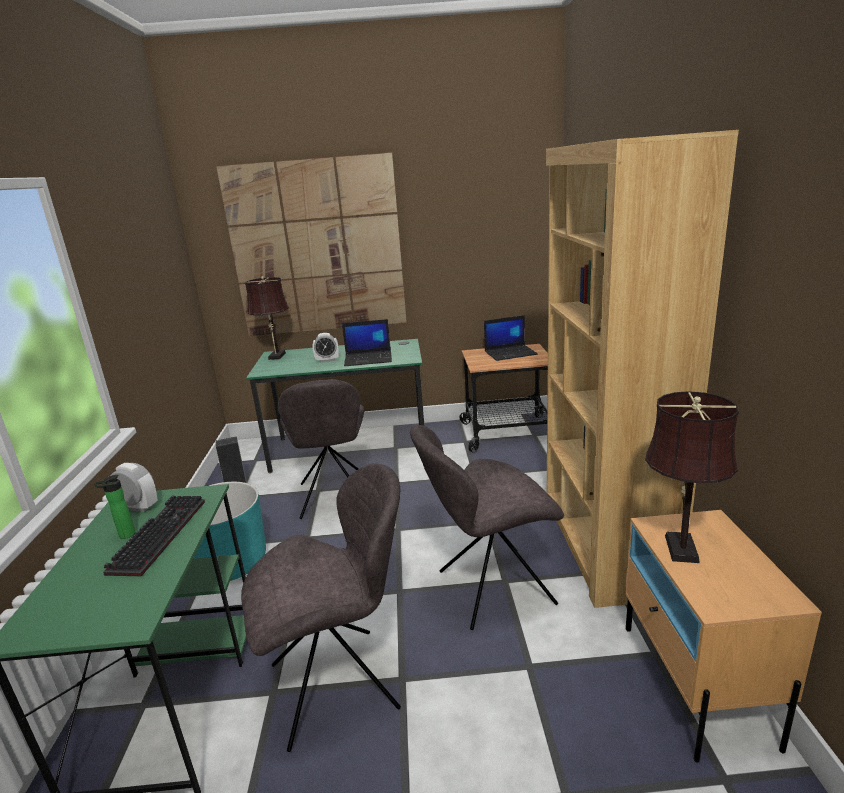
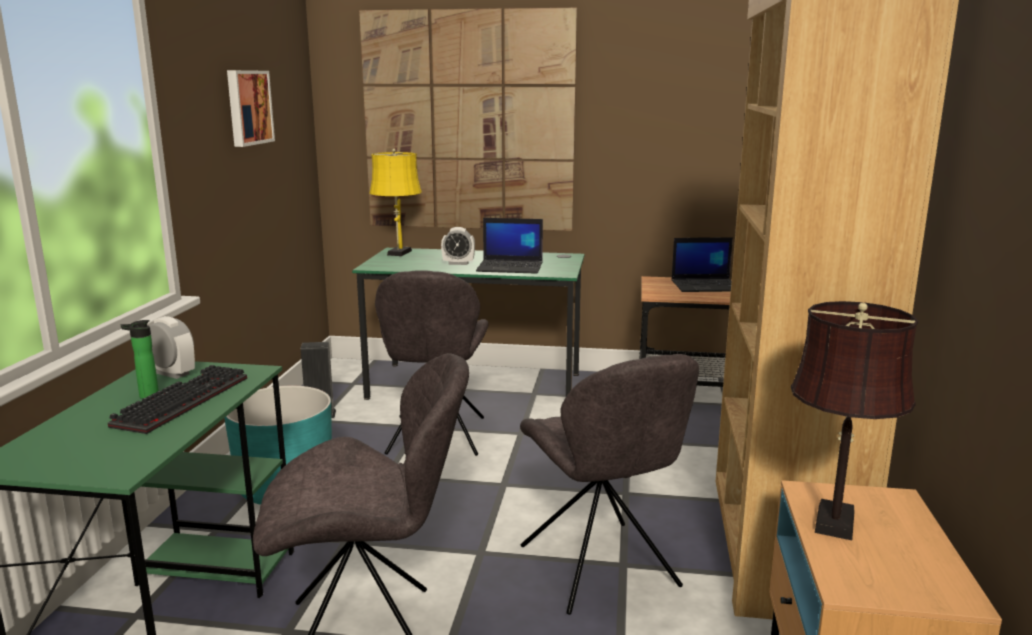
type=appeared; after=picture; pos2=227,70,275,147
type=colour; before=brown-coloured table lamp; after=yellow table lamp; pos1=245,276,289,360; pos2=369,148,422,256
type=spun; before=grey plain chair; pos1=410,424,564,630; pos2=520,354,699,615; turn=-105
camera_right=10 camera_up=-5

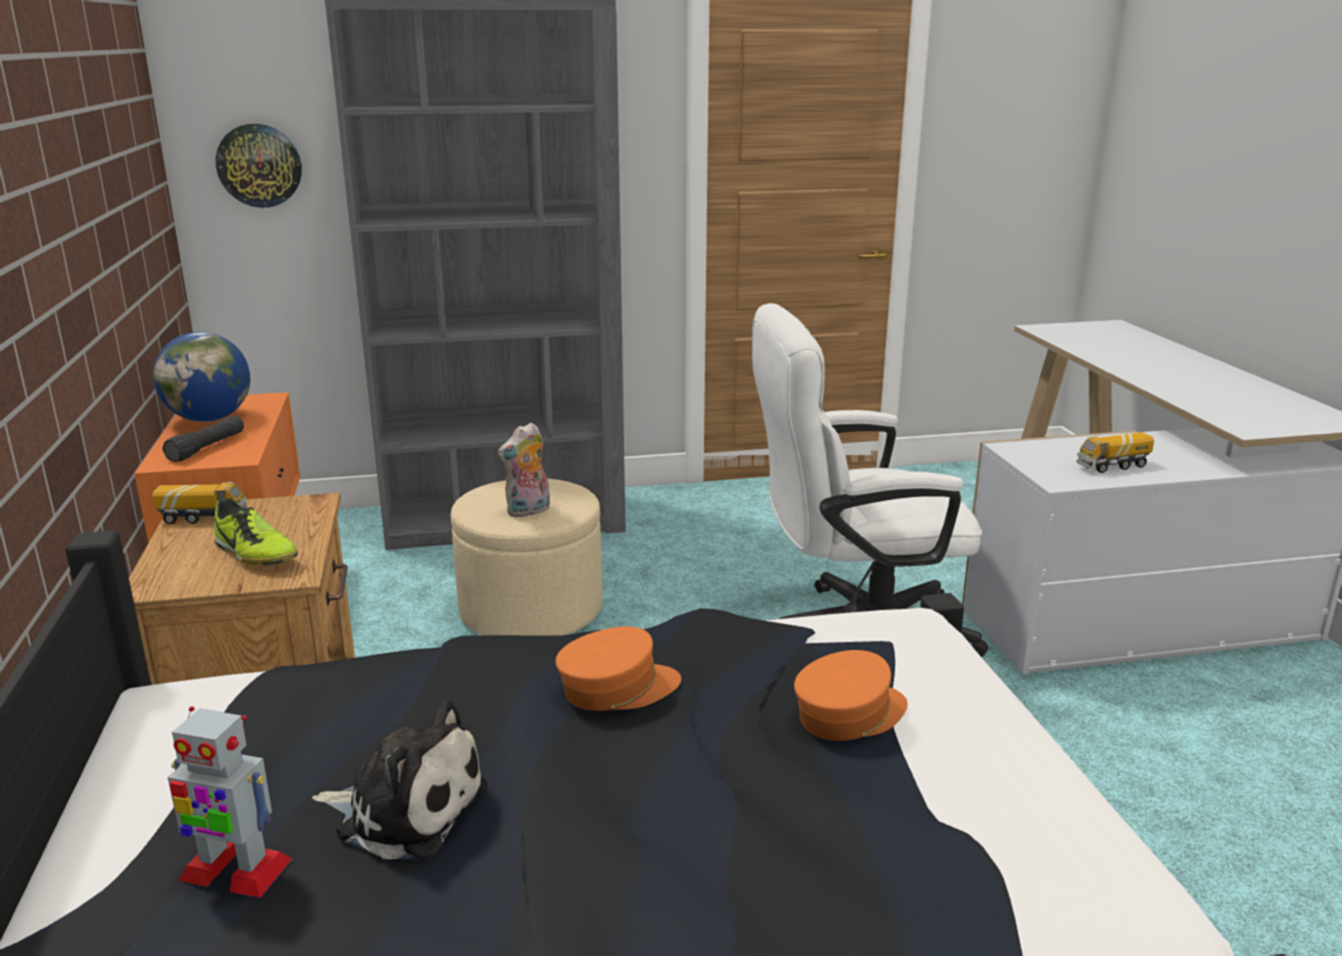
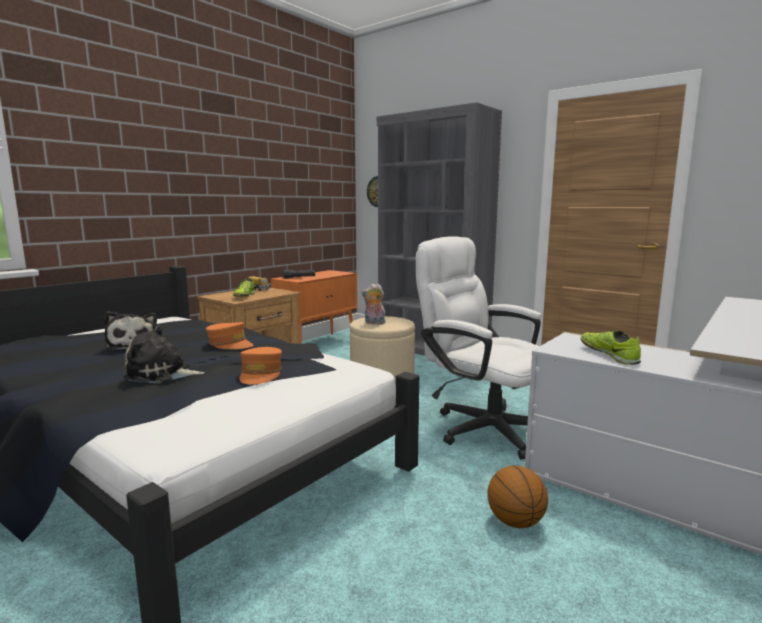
type=missing; before=globe; pos1=153,332,250,422
type=missing; before=toy robot; pos1=168,706,292,898
type=appeared; after=soft toy; pos2=123,325,205,383
type=appeared; after=ball for basketball; pos2=487,466,548,528
type=exchanged; before=toy lorry; after=low shoe; pos1=1076,432,1154,473; pos2=581,330,641,365
type=spun; before=orange cap; pos1=794,650,908,741; pos2=239,347,282,385; turn=75
camera_right=50 camera_up=-10

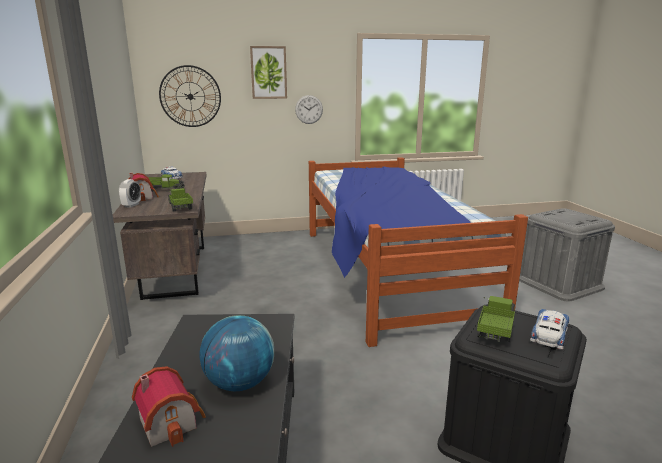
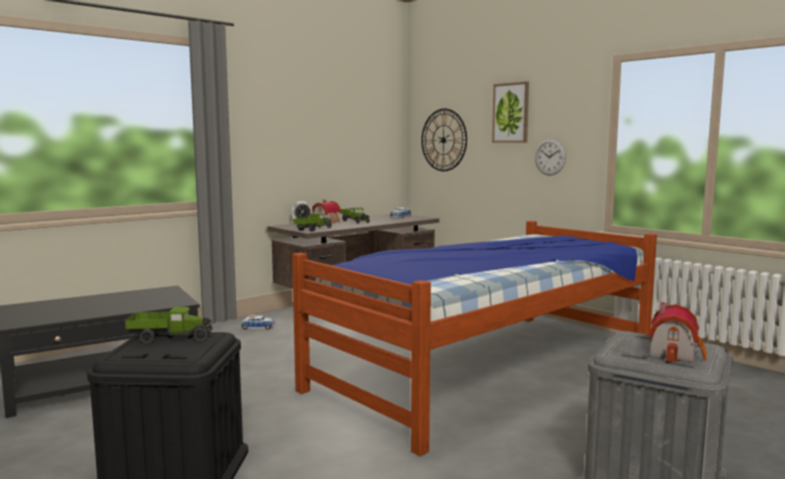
type=missing; before=globe; pos1=199,315,274,391
type=relocated; before=miniature house; pos1=132,366,206,447; pos2=648,302,707,363
type=relocated; before=miniature car; pos1=530,309,569,350; pos2=241,315,275,330
camera_right=60 camera_up=-10

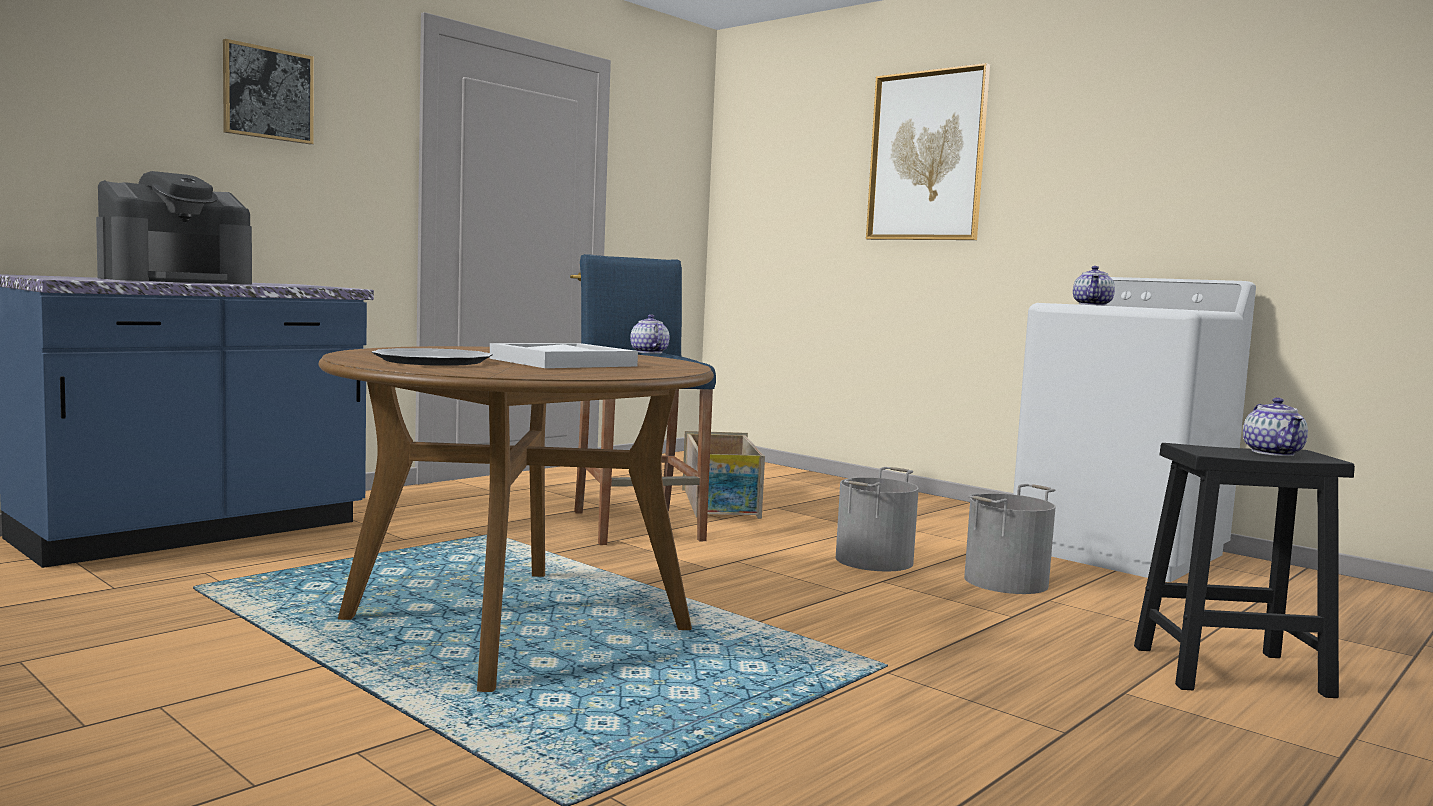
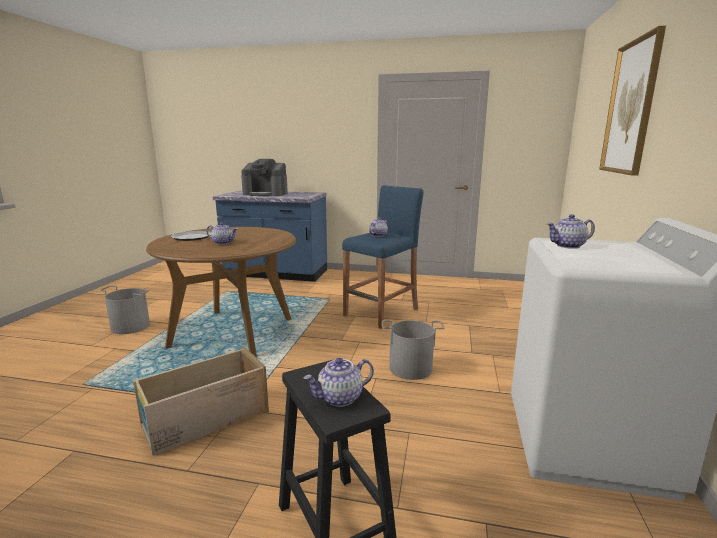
type=missing; before=picture; pos1=223,39,314,144
type=relocated; before=packing crate; pos1=682,431,765,519; pos2=133,346,269,456
type=relocated; before=grey bucket; pos1=964,484,1055,594; pos2=99,286,150,334
type=exchanged; before=whitish serving tray; after=teapot; pos1=490,343,638,368; pos2=207,222,237,245
camera_right=60 camera_up=10

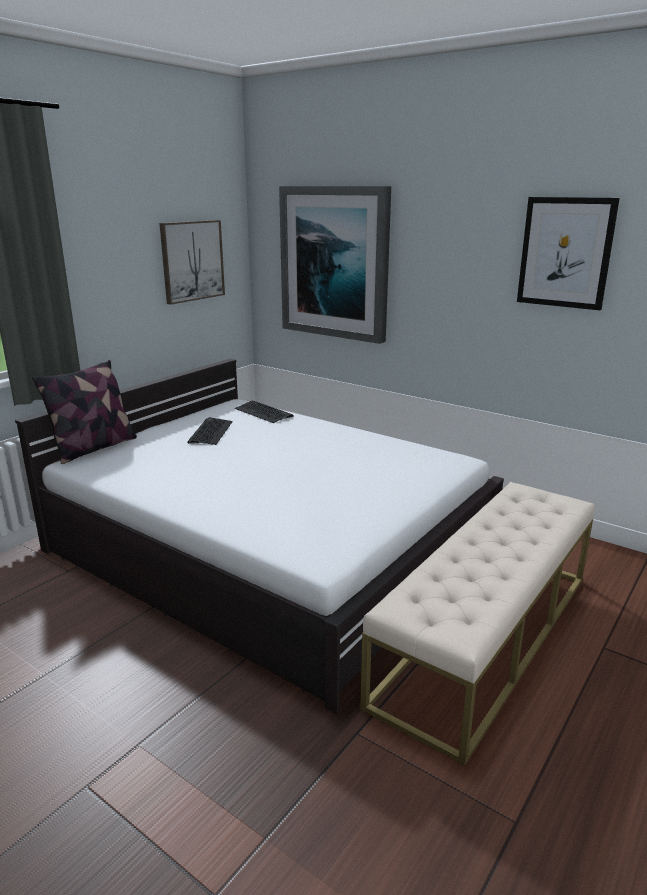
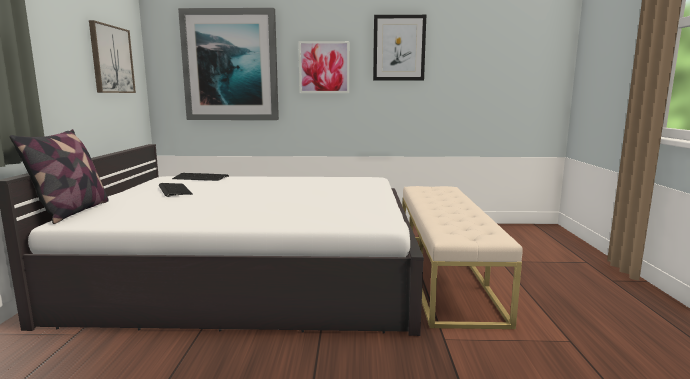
type=appeared; after=picture; pos2=298,41,349,93
camera_right=-35 camera_up=-10

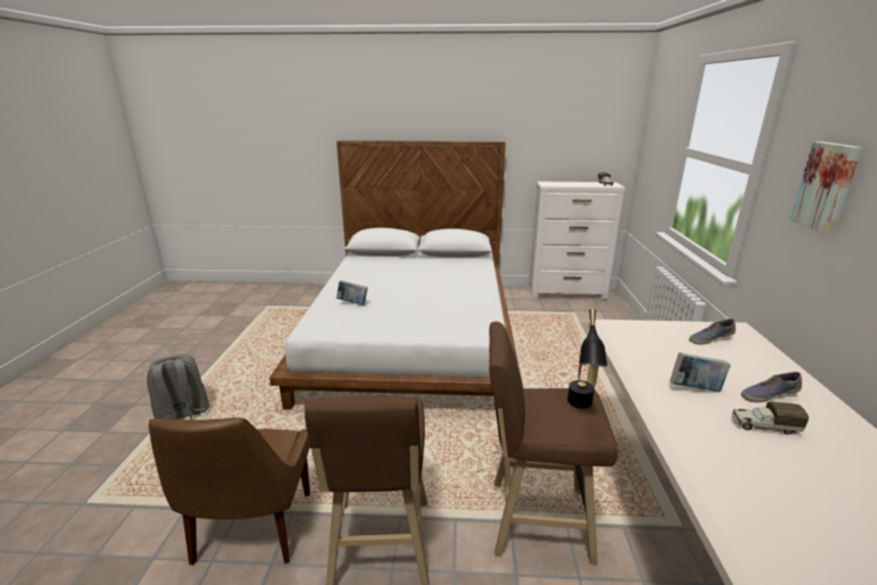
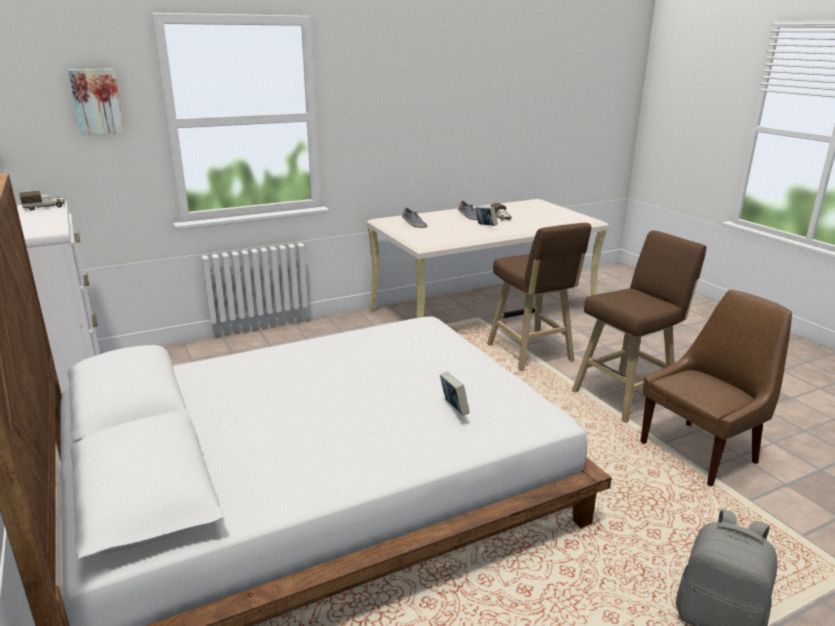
type=missing; before=black-coloured table lamp; pos1=567,309,607,409
type=relocated; before=picture; pos1=790,141,863,234; pos2=68,69,125,135
camera_right=-120 camera_up=0

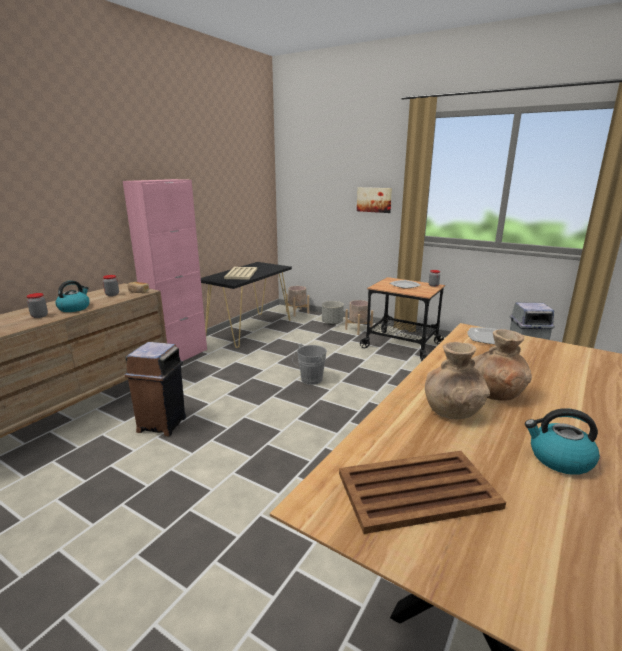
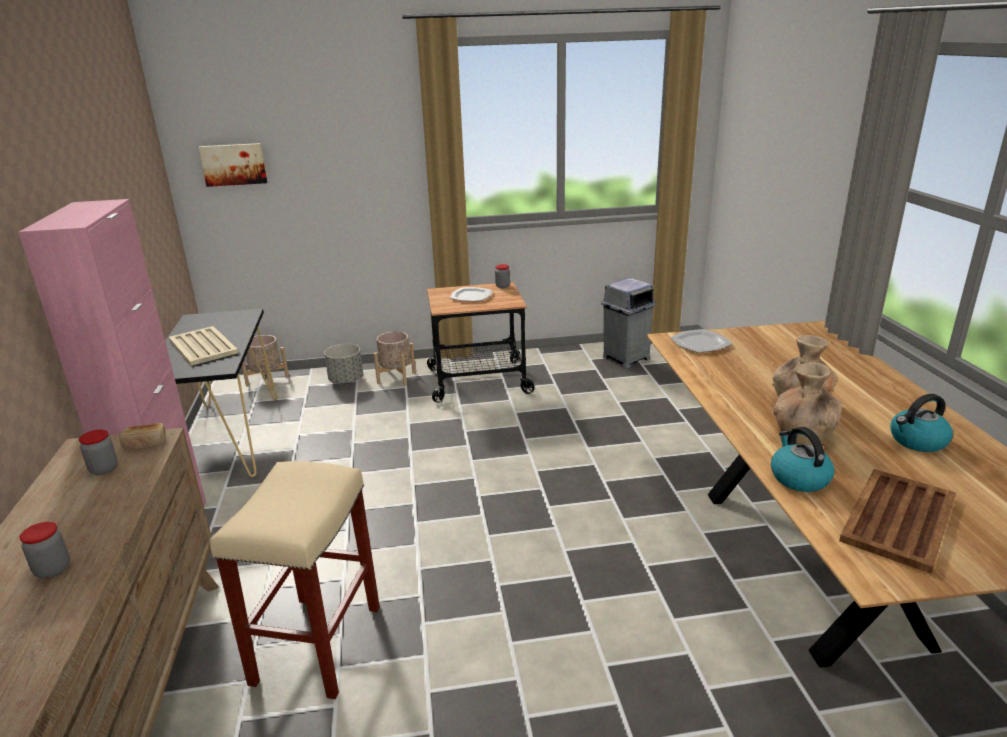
type=missing; before=grey bucket; pos1=292,344,327,385
type=relocated; before=tea kettle; pos1=55,280,90,312; pos2=771,427,834,492
type=relocated; before=picture; pos1=357,187,392,213; pos2=198,143,267,187
type=exchanged; before=brown-coloured trash can; after=beige sitting stool; pos1=125,342,186,436; pos2=210,461,380,699
camera_right=-40 camera_up=5

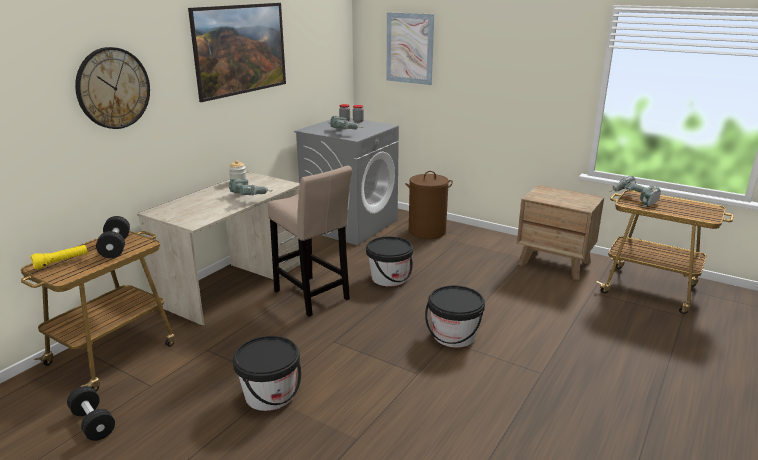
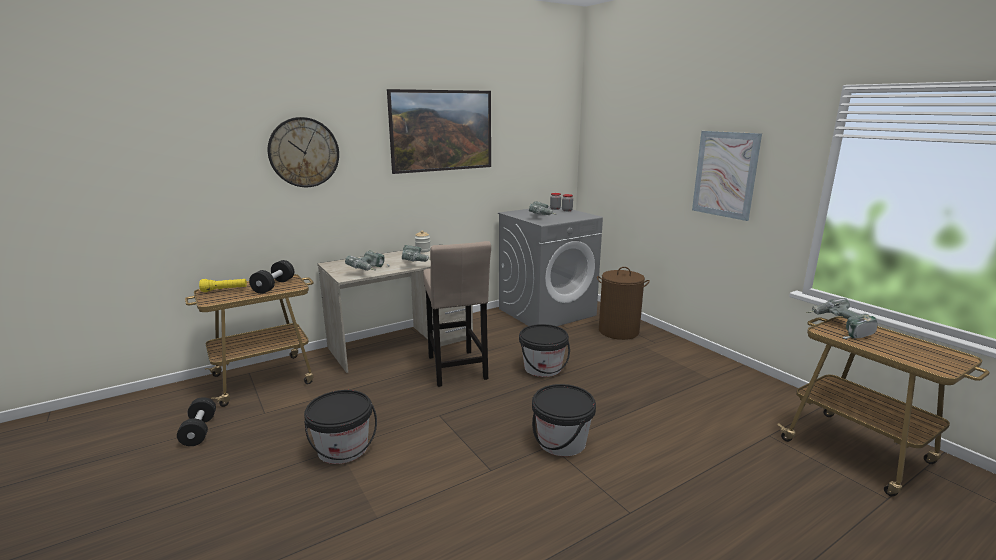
type=missing; before=brown-coloured night table; pos1=517,185,604,280
type=appeared; after=electric drill; pos2=345,250,390,271
type=relocated; before=picture; pos1=387,12,434,85; pos2=692,131,762,221
camera_right=25 camera_up=-5

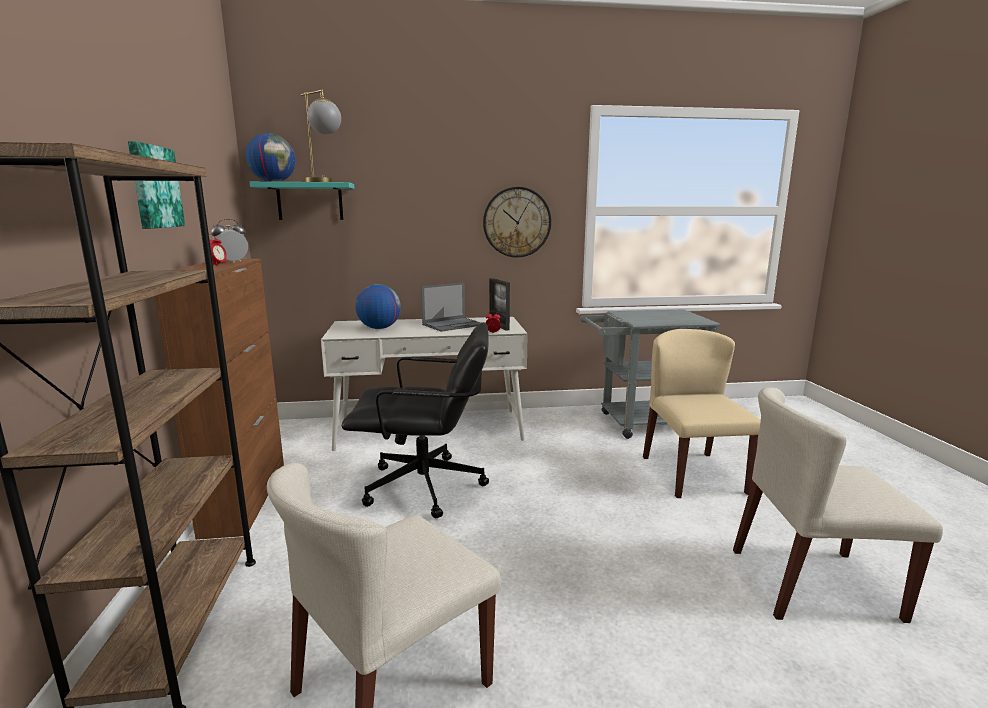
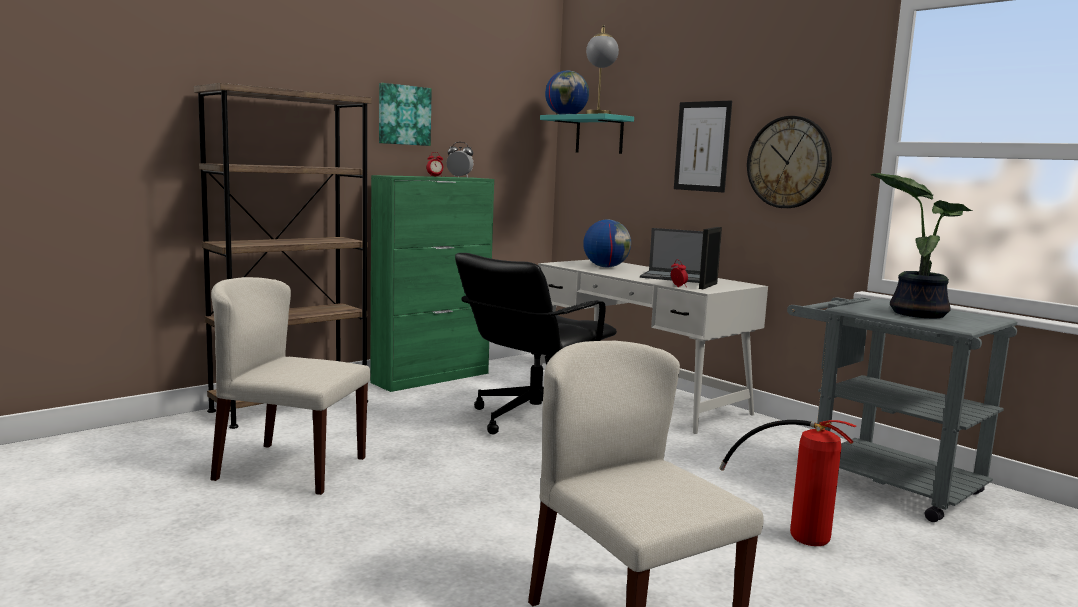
type=appeared; after=picture; pos2=674,101,732,193
type=appeared; after=plant in a pot; pos2=870,173,973,319
type=exchanged; before=beige plain chair; after=fire extinguisher; pos1=643,329,761,498; pos2=719,420,856,546
type=colour; before=brown-coloured storage cabinet; after=green storage cabinet; pos1=155,259,284,540; pos2=370,175,494,392
type=spun; before=black-coloured office chair; pos1=342,322,489,518; pos2=455,253,617,434; turn=75
camera_right=55 camera_up=-5

